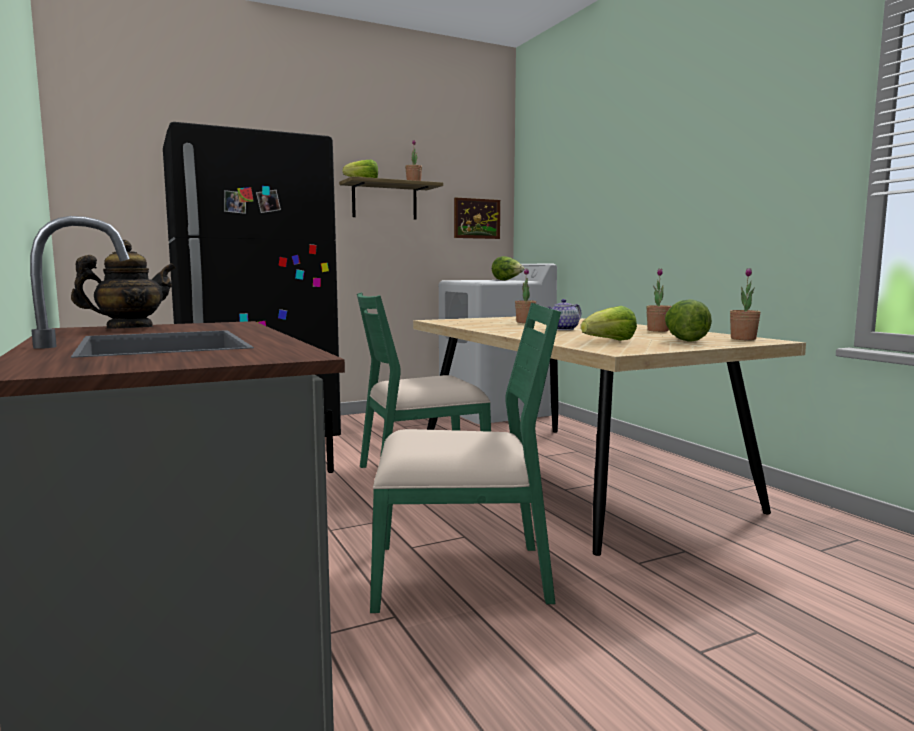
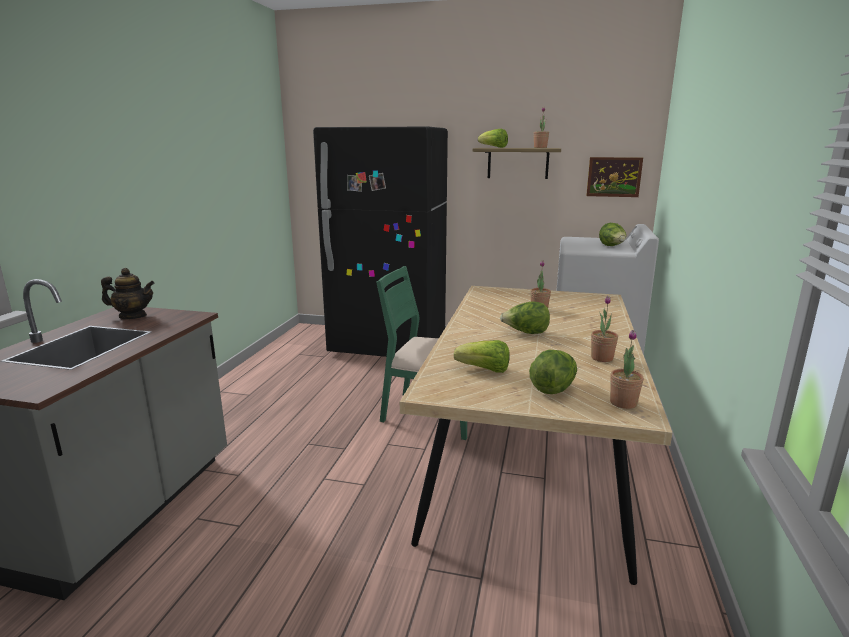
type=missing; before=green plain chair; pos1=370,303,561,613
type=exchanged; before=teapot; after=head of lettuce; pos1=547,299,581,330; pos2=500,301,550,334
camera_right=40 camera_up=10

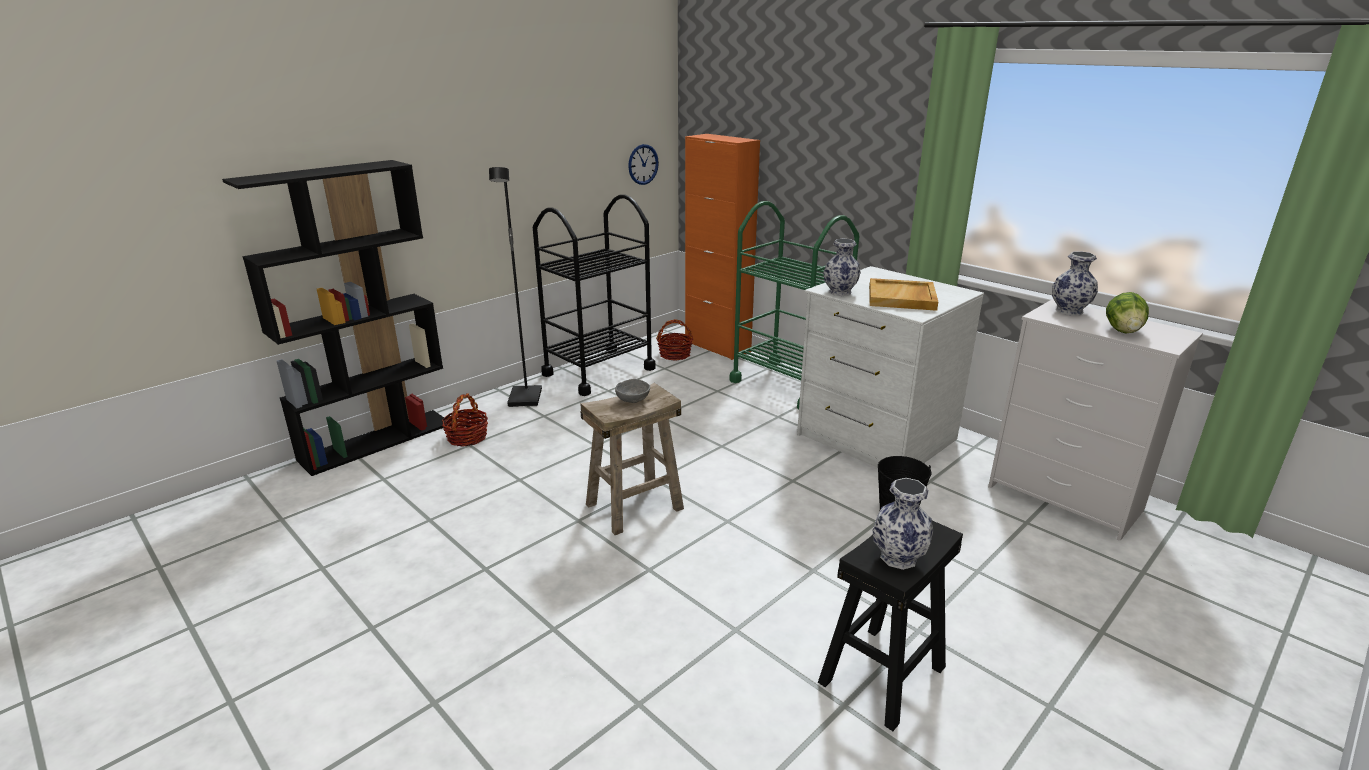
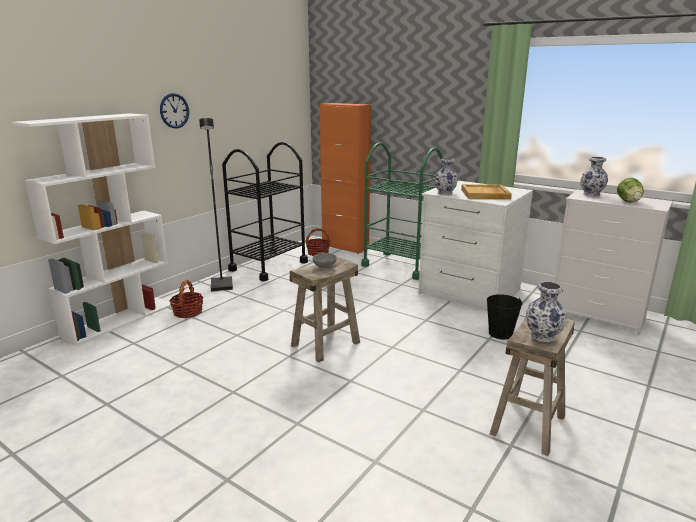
type=relocated; before=hanging clock; pos1=628,144,659,185; pos2=160,93,189,128
type=colour; before=black-coloured shelving unit; after=whitish shelving unit; pos1=222,160,449,476; pos2=12,113,171,346
type=colour; before=black-coloured sitting stool; after=beige sitting stool; pos1=818,521,963,731; pos2=490,317,575,456
camera_right=-10 camera_up=-5

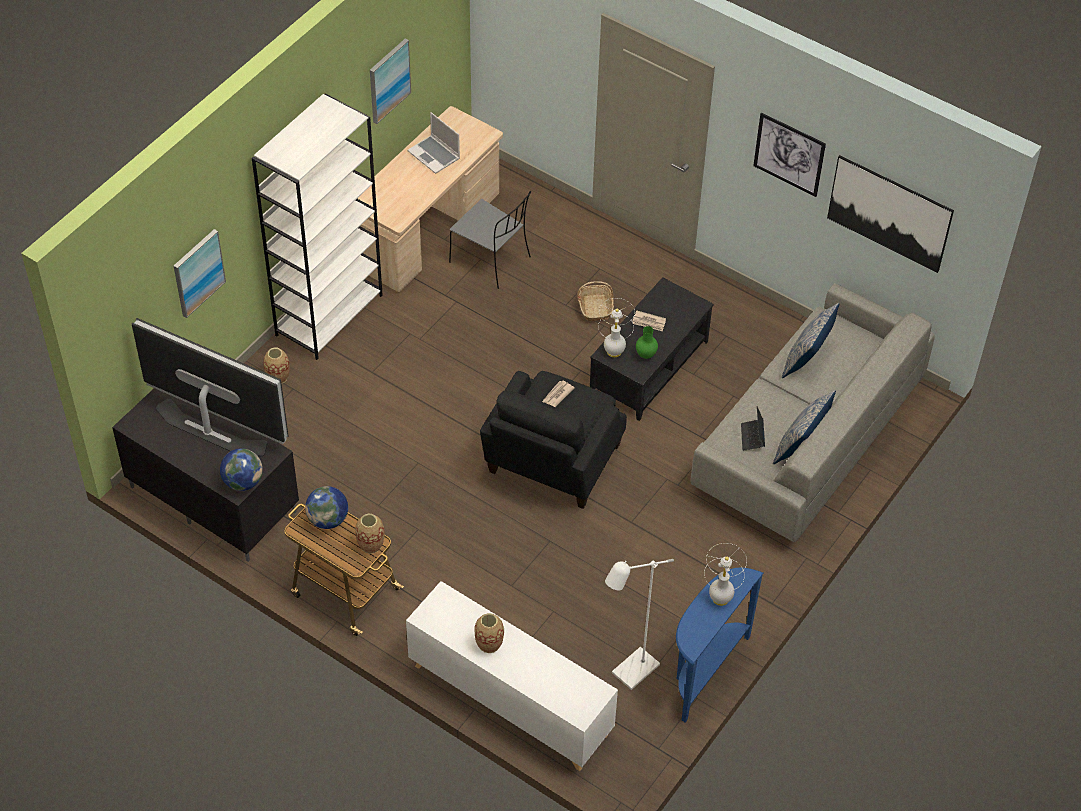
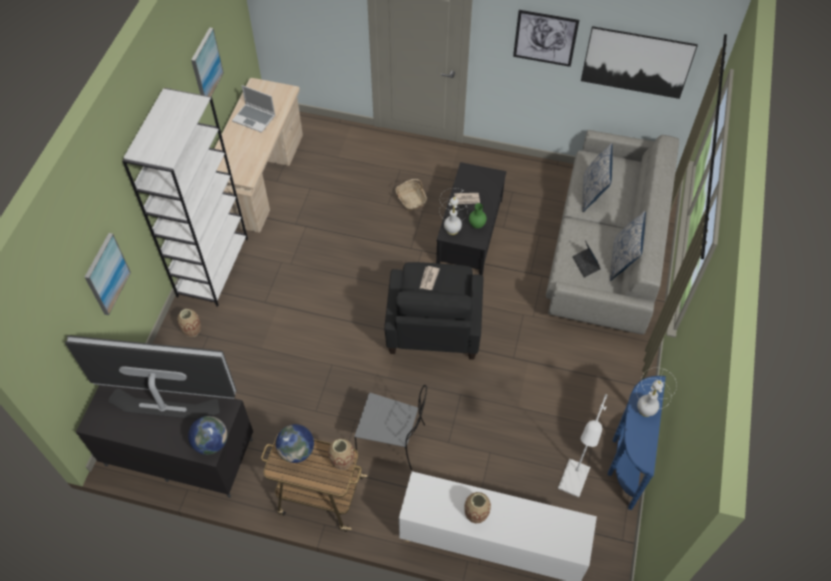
type=relocated; before=grey plain chair; pos1=449,191,531,289; pos2=355,385,427,470
camera_right=-20 camera_up=5

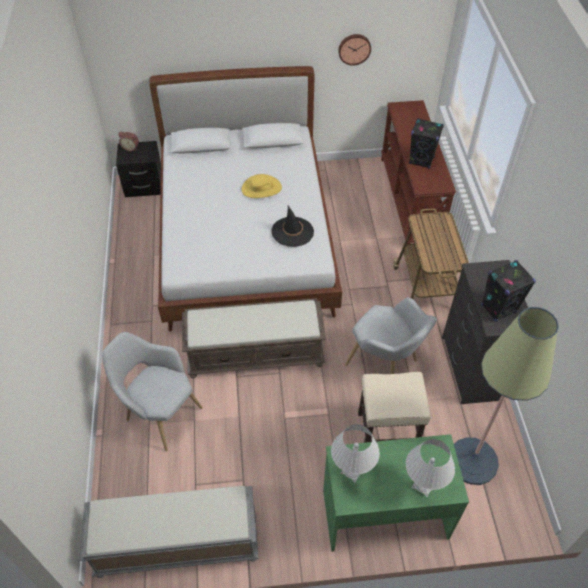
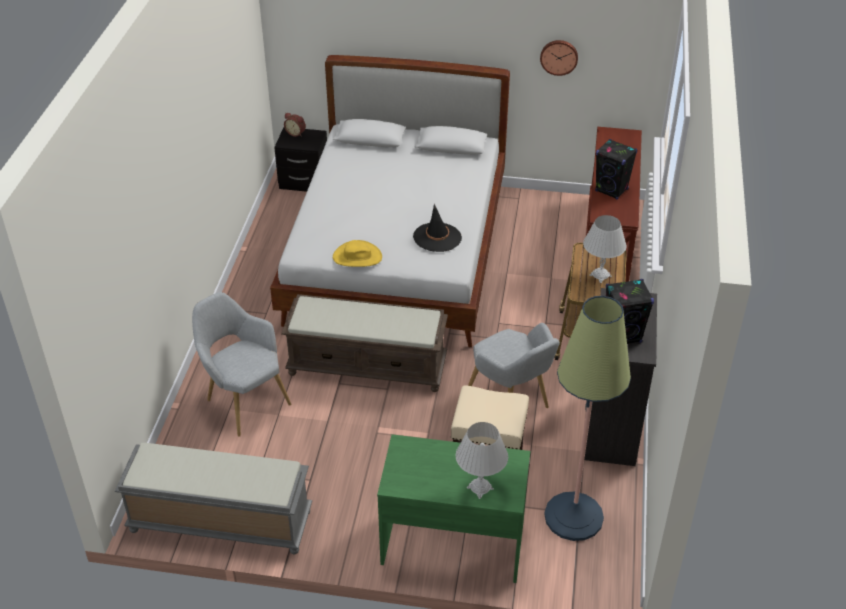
type=relocated; before=yellow wearable hat; pos1=241,174,282,198; pos2=333,240,382,267
type=relocated; before=whitish table lamp; pos1=331,424,380,482; pos2=583,215,627,283
camera_right=15 camera_up=-10

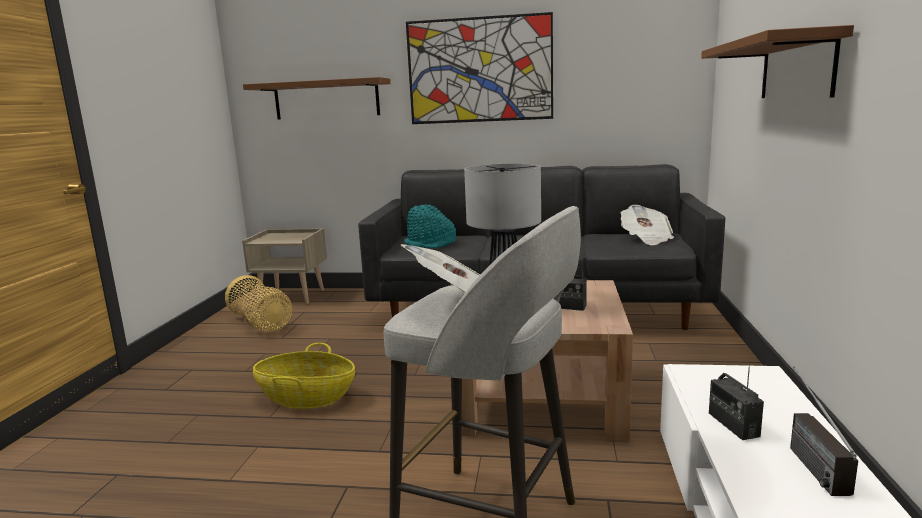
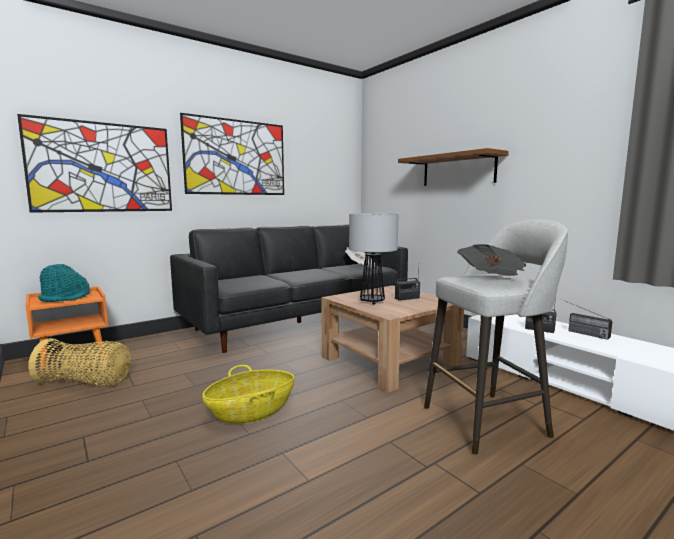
type=relocated; before=turquoise-coloured wearable hat; pos1=404,205,456,248; pos2=38,264,90,302
type=exchanged; before=brown-coloured wall shelf; after=picture; pos1=243,77,391,120; pos2=17,114,172,213
type=colour; before=beige night table; after=orange night table; pos1=242,228,327,304; pos2=25,287,108,370
camera_right=-45 camera_up=-5

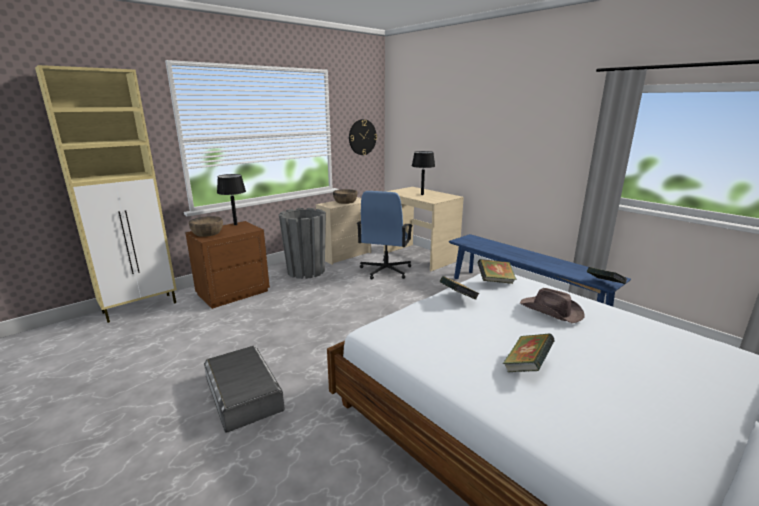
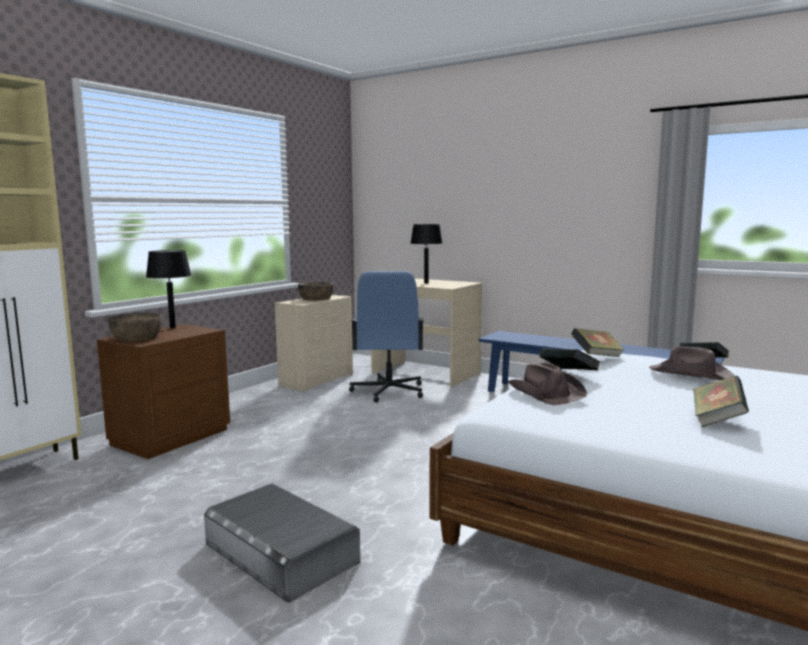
type=missing; before=grey flower pot; pos1=279,208,326,279
type=missing; before=hanging clock; pos1=349,119,377,155
type=appeared; after=brown-coloured wearable hat; pos2=508,362,587,405
camera_right=-15 camera_up=-10

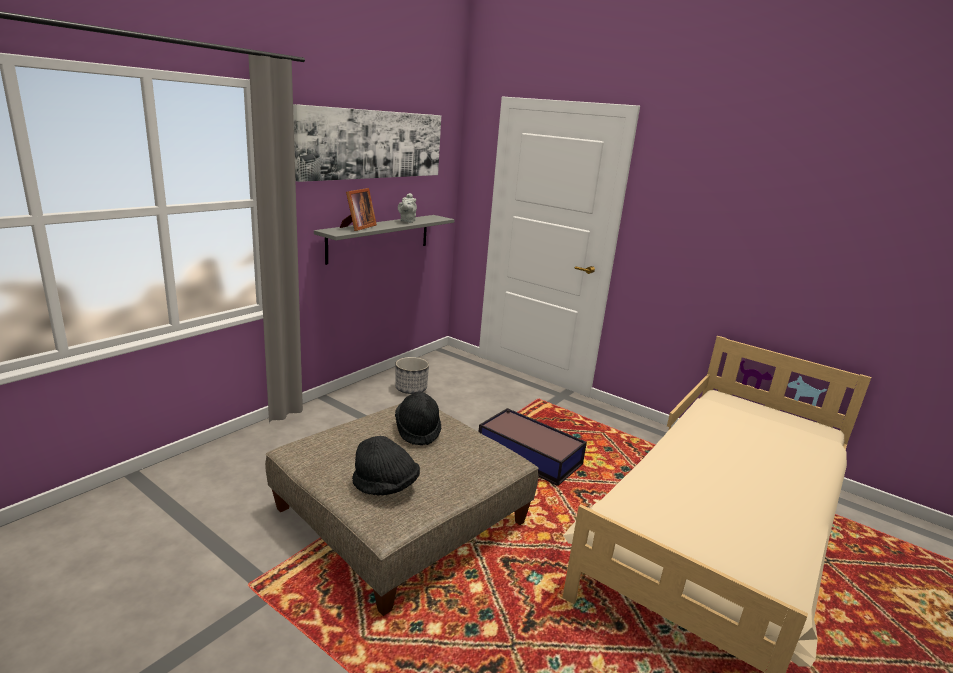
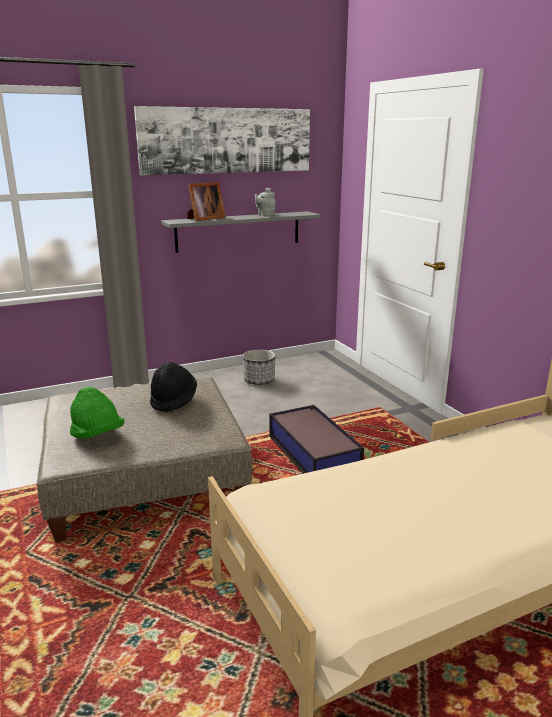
type=colour; before=black-coloured wearable hat; after=green wearable hat; pos1=352,436,420,495; pos2=70,387,124,439
camera_right=30 camera_up=0

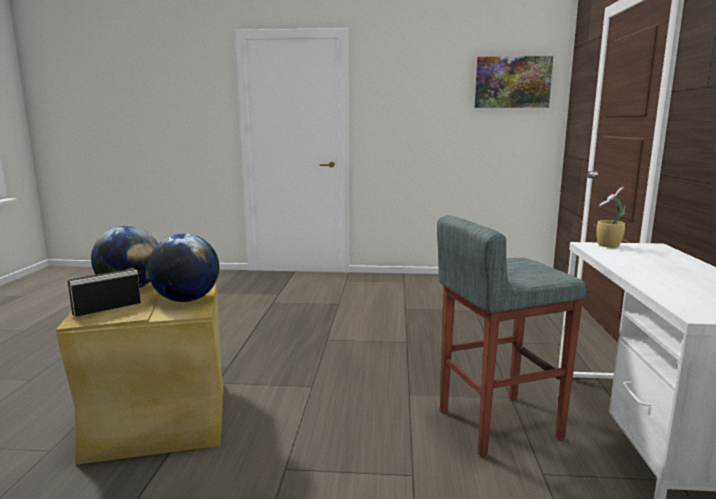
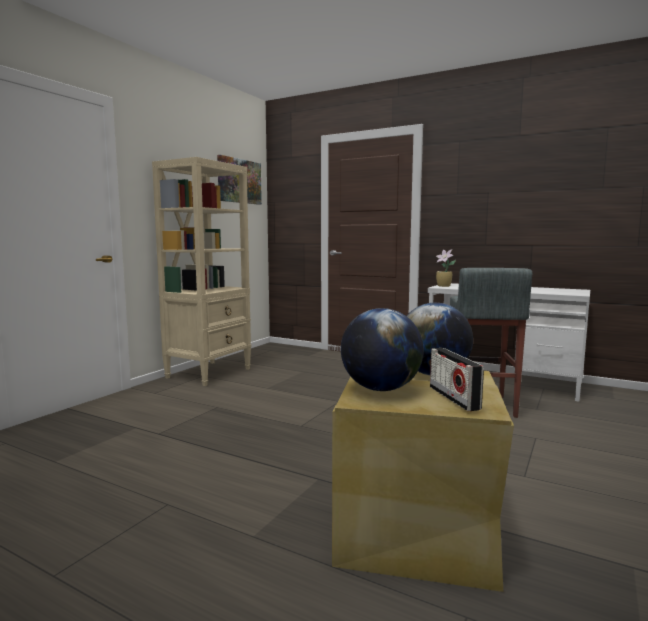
type=appeared; after=beige shelving unit; pos2=152,157,251,386
camera_right=-65 camera_up=-5

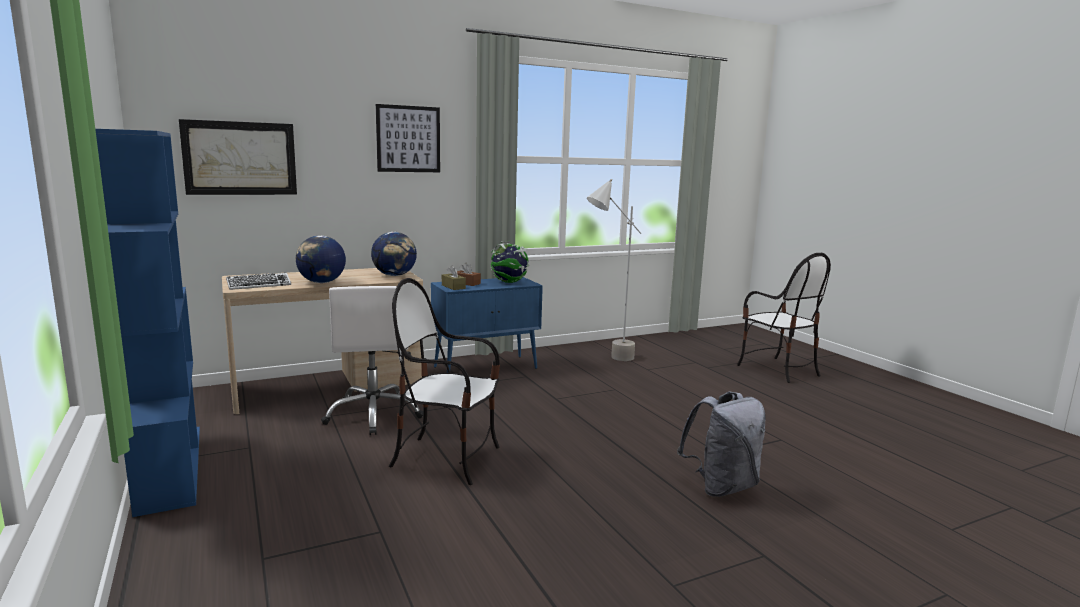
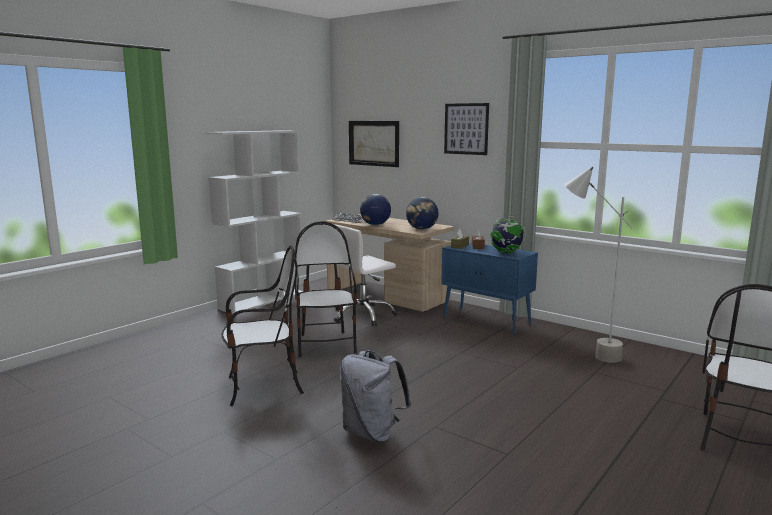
type=appeared; after=plain chair; pos2=222,245,304,406
type=colour; before=bluish shelving unit; after=whitish shelving unit; pos1=95,129,200,517; pos2=205,130,304,314
camera_right=65 camera_up=0

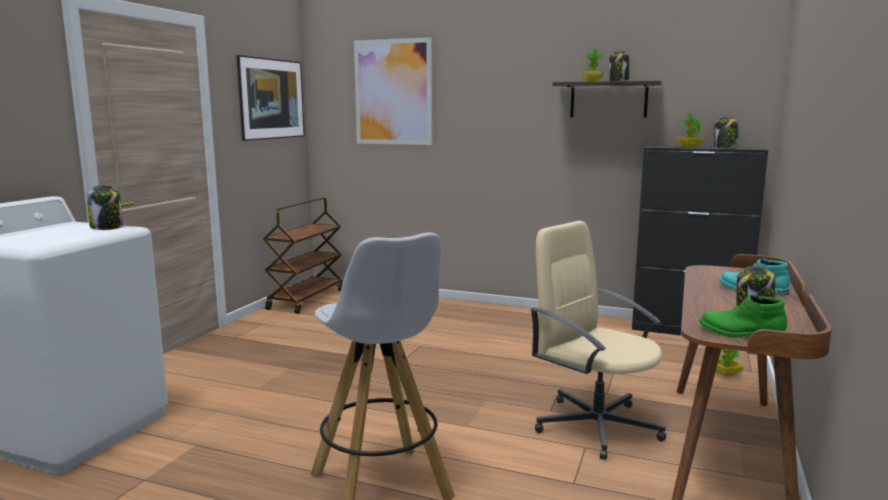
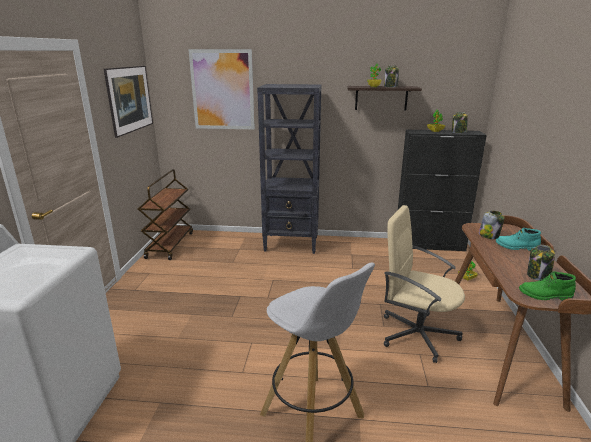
type=appeared; after=black-coloured shelving unit; pos2=257,84,321,254
type=relocated; before=preserve jar; pos1=87,185,123,230; pos2=479,210,505,239
camera_right=-15 camera_up=10

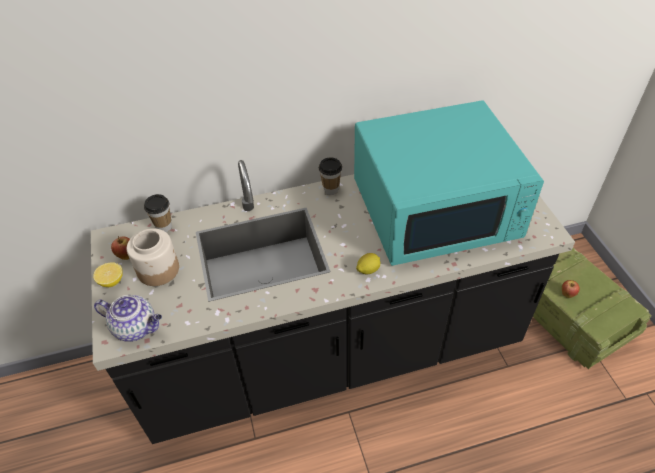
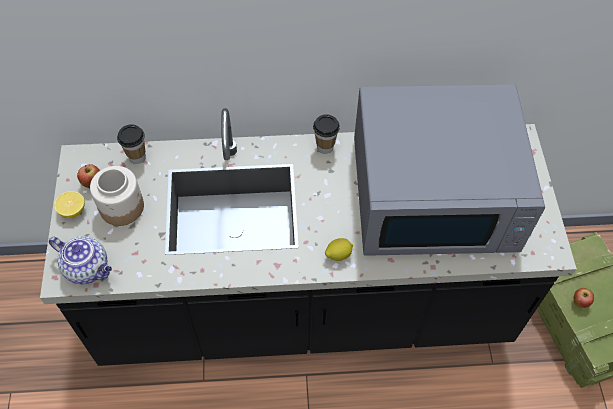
type=colour; before=turquoise-coloured kitchen microwave; after=grey kitchen microwave; pos1=354,100,544,266; pos2=354,85,545,256
camera_right=10 camera_up=10

